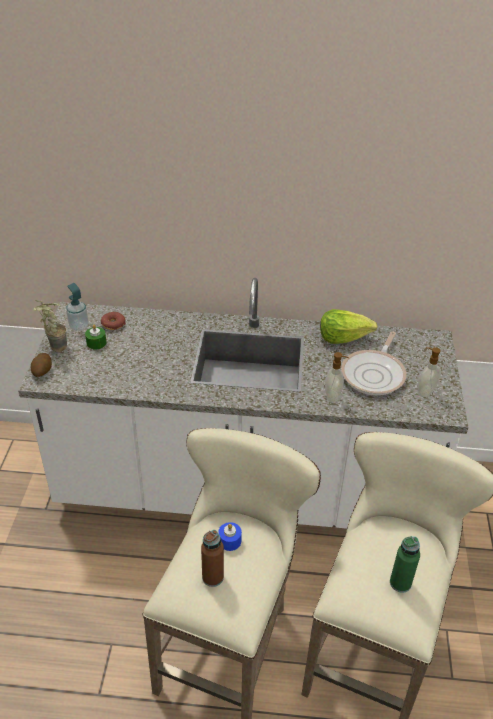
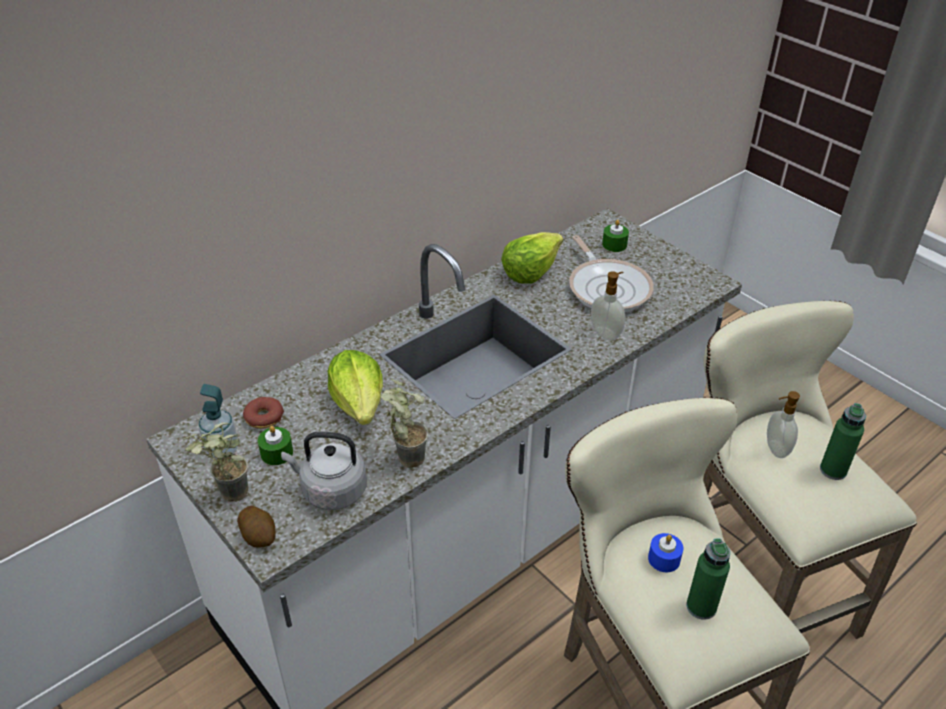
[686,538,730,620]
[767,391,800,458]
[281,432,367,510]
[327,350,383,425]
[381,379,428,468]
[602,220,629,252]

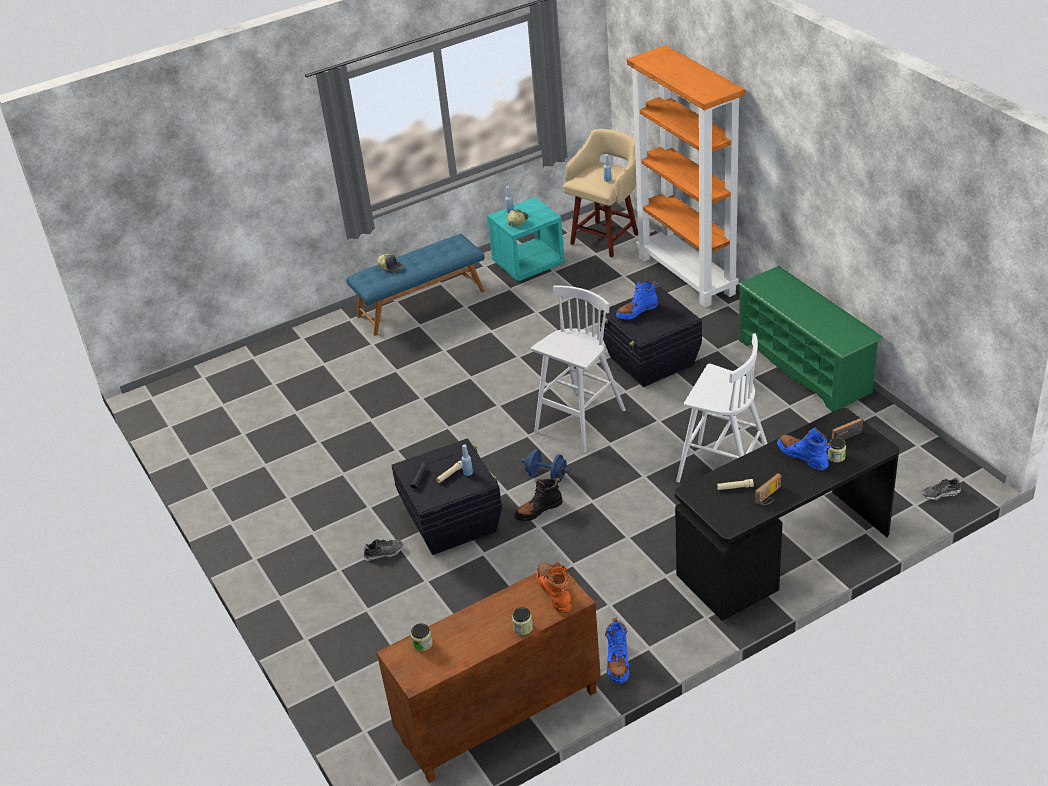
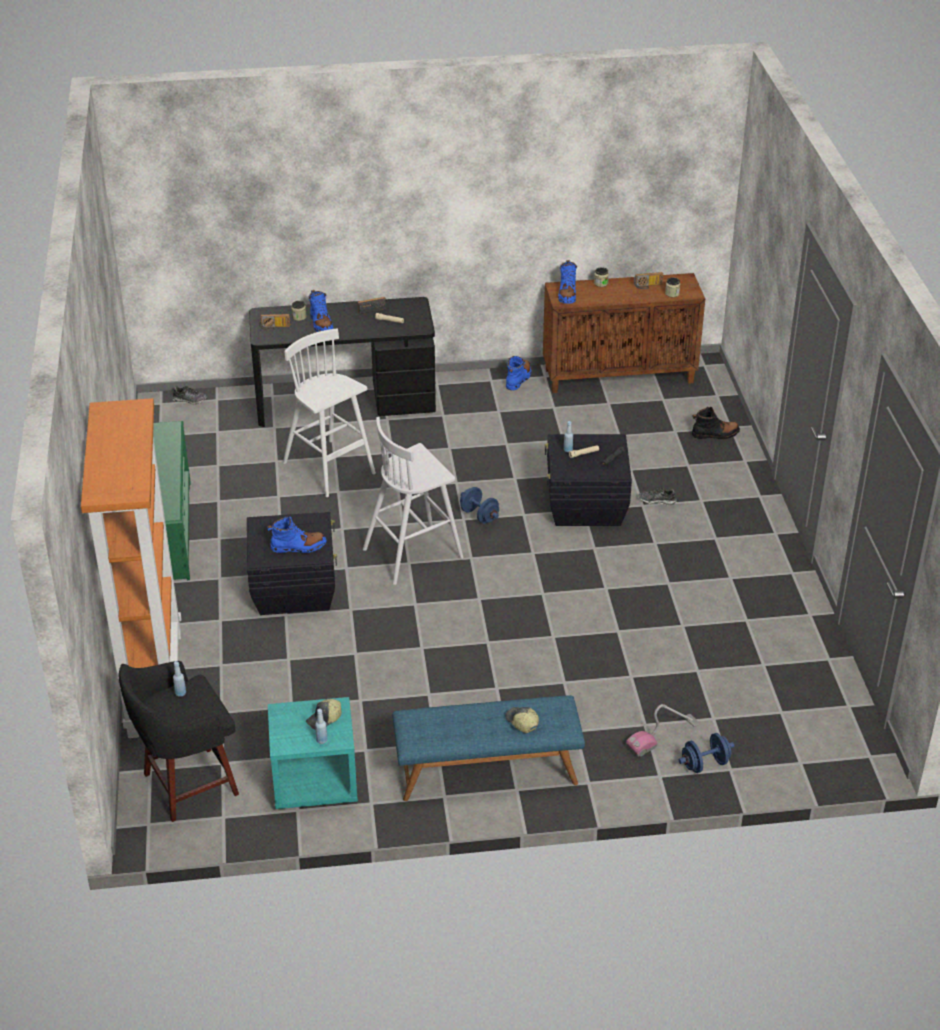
[692,406,740,439]
[558,260,577,304]
[119,661,239,822]
[626,704,700,756]
[634,272,663,289]
[679,733,734,773]

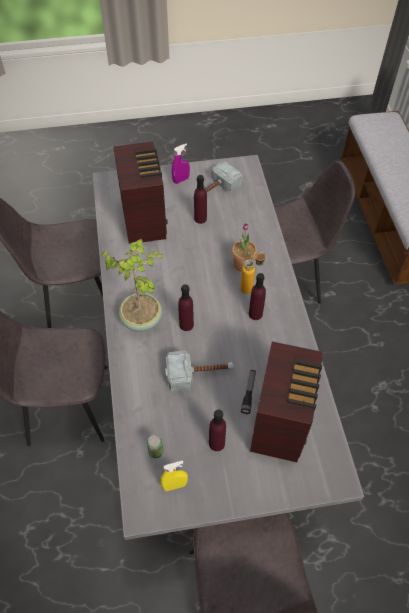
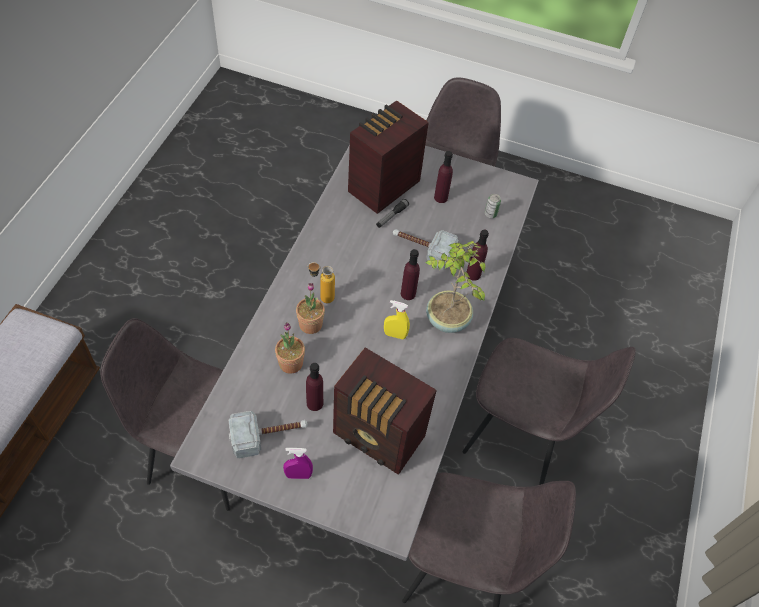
[333,347,437,475]
[384,300,410,339]
[467,230,489,281]
[275,322,305,374]

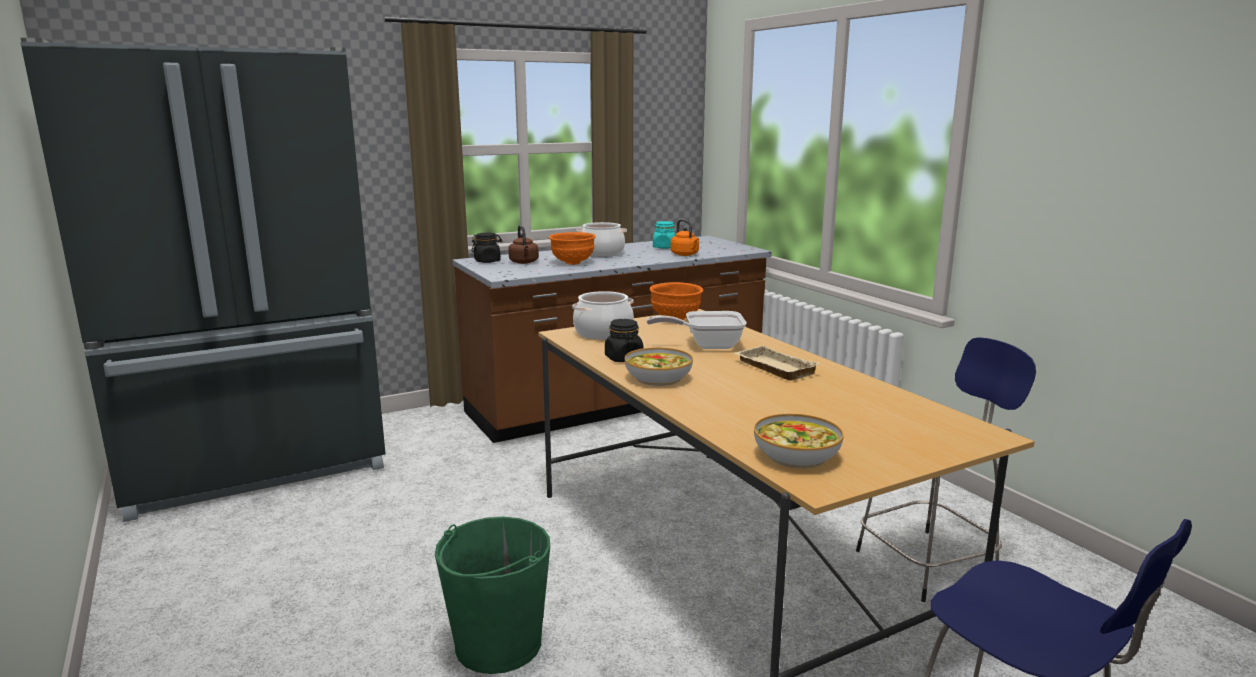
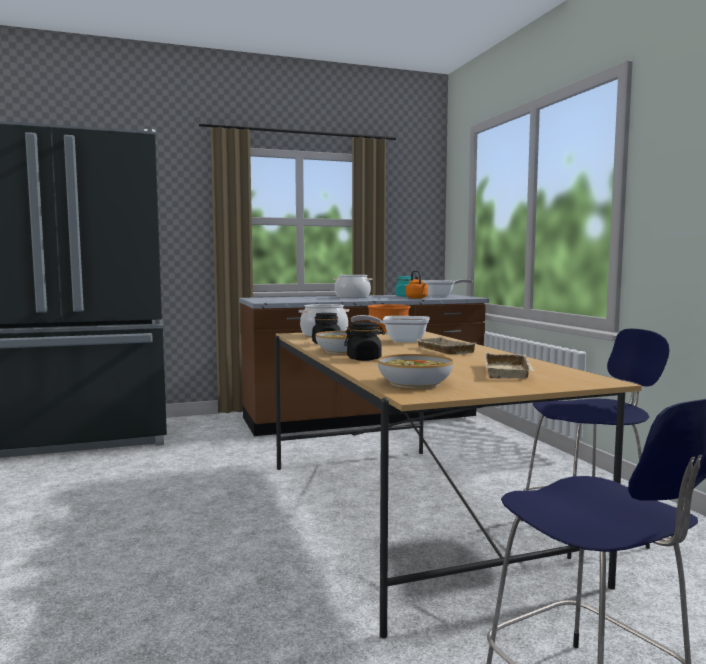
[435,517,550,674] (first image)
[344,322,385,361]
[508,225,539,264] (first image)
[549,232,596,265] (first image)
[421,279,473,297]
[484,352,535,379]

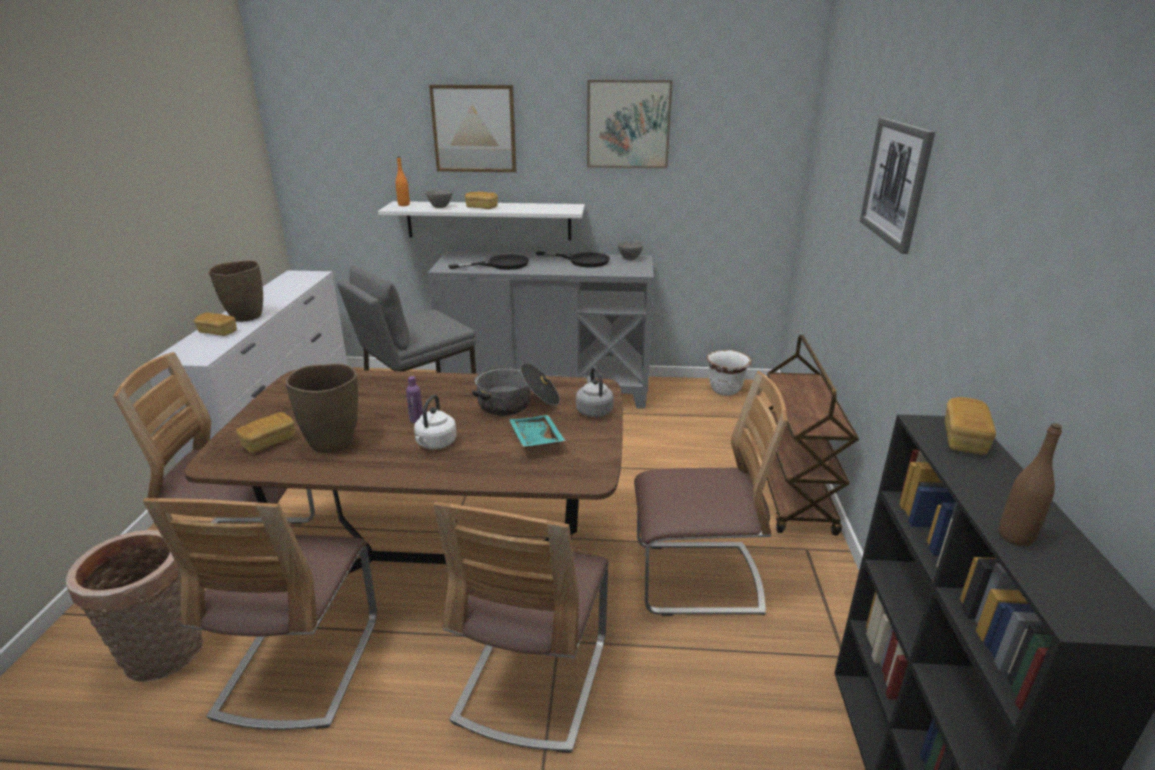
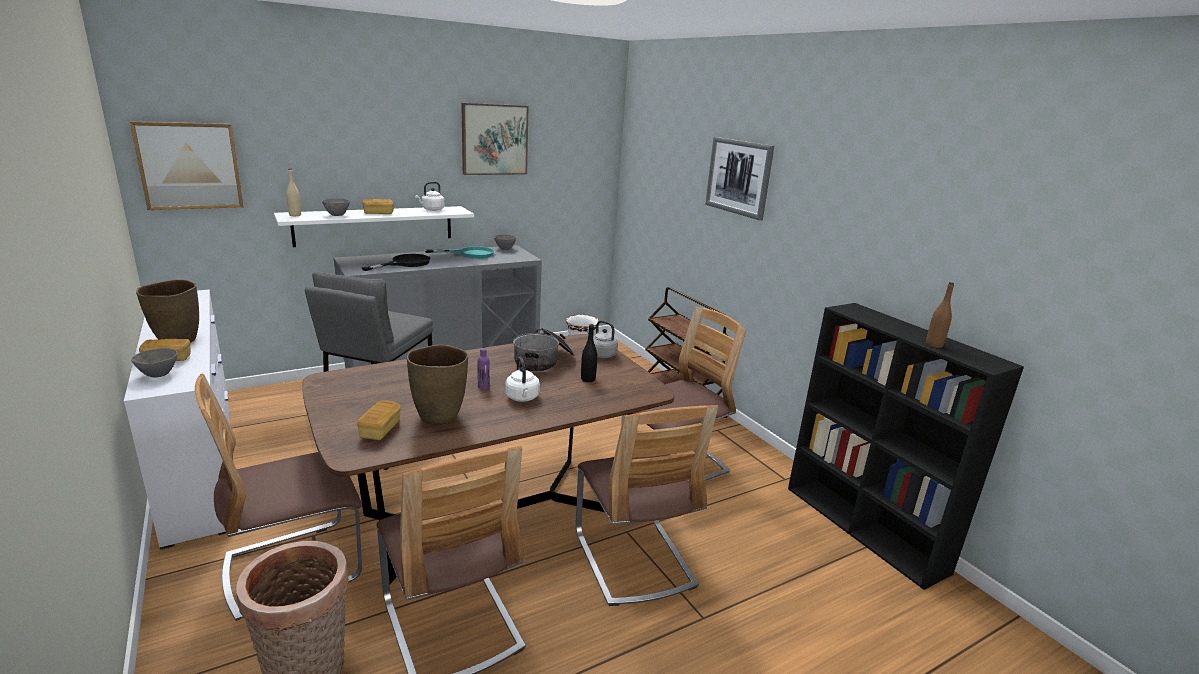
[286,169,301,216]
[130,121,244,210]
[581,324,597,382]
[425,246,495,258]
[945,397,996,455] (first image)
[131,348,178,378]
[415,182,445,211]

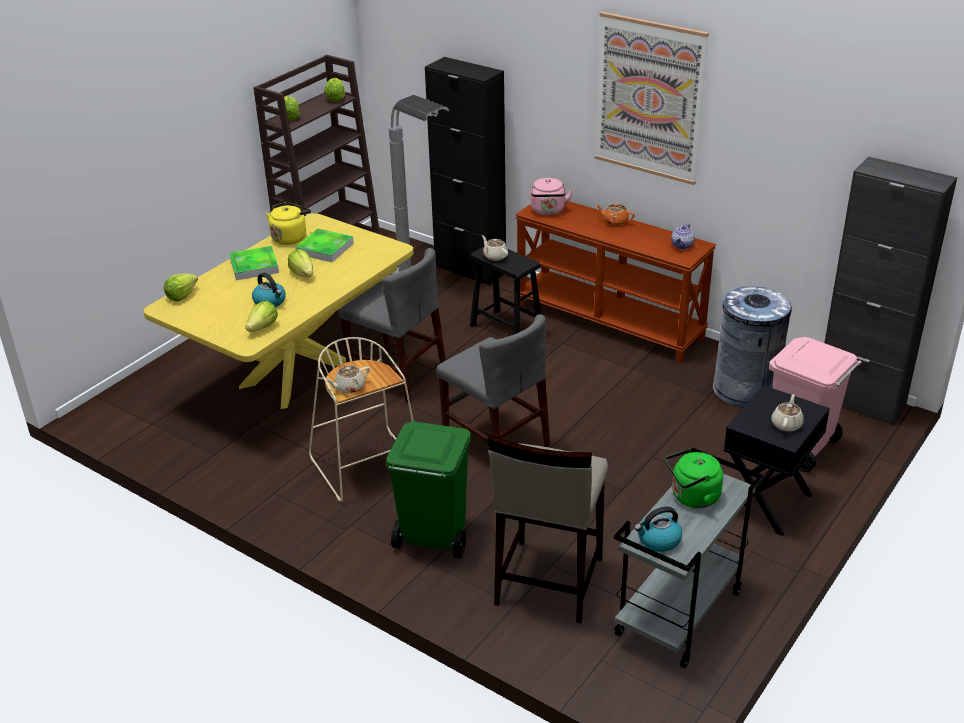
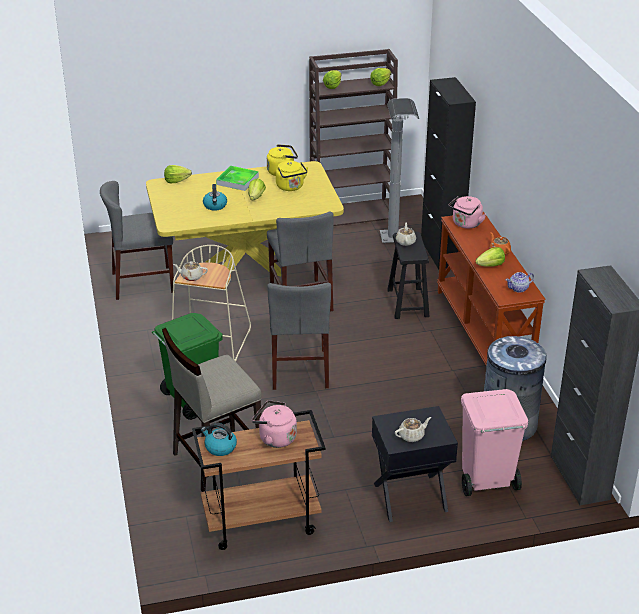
[476,247,505,267]
[276,161,308,191]
[595,12,709,185] (first image)
[192,410,326,550]
[252,400,297,448]
[100,181,174,300]

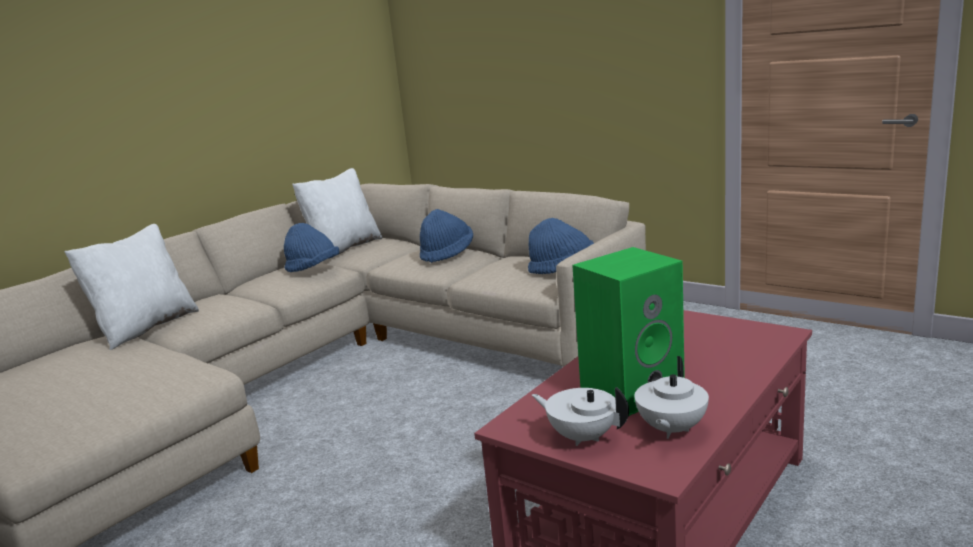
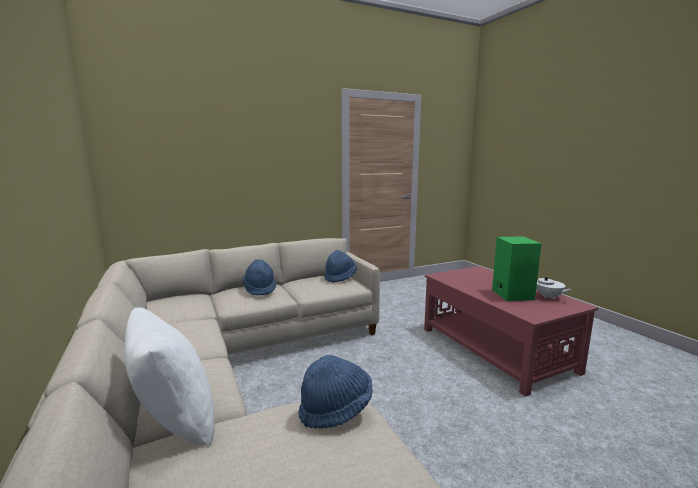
[298,355,372,429]
[292,168,382,254] (first image)
[532,387,629,446] (first image)

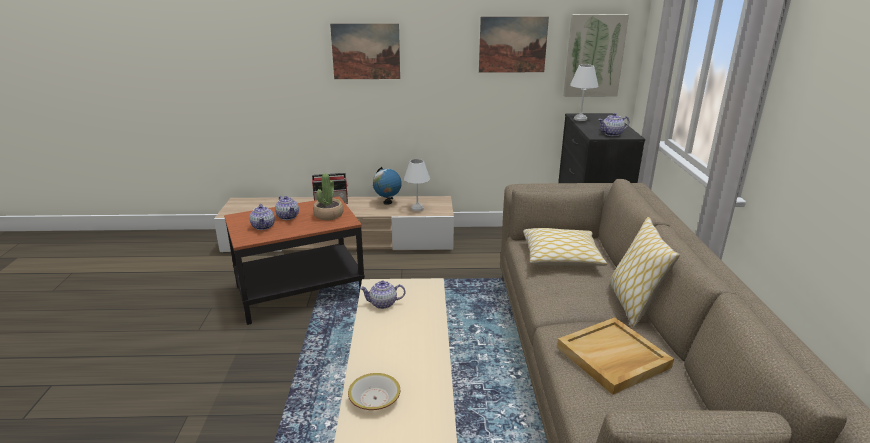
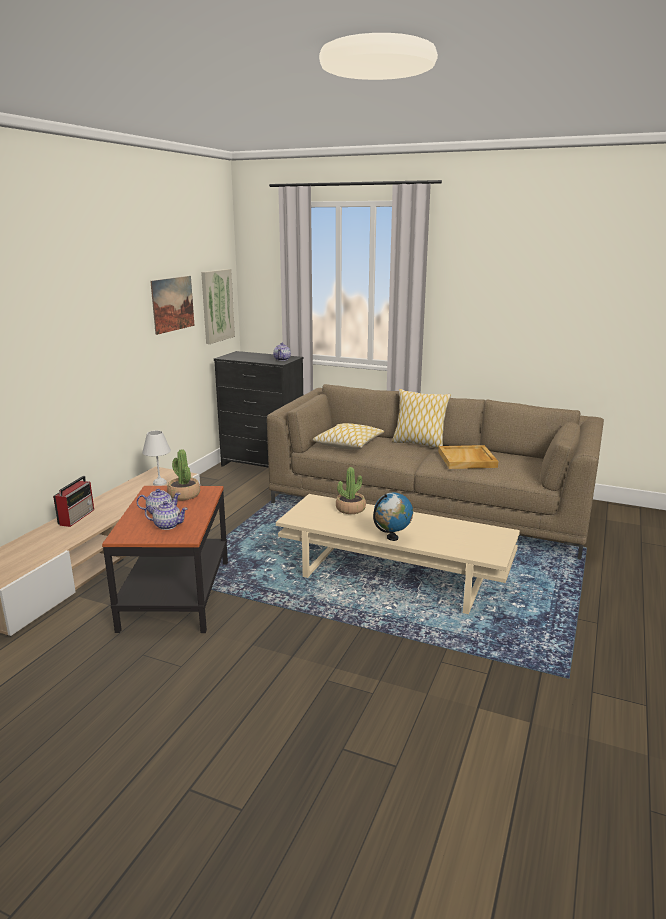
[330,23,400,79] (first image)
[348,373,400,410] (first image)
[360,281,405,309] (first image)
[373,493,413,541]
[570,64,598,121] (first image)
[336,467,366,514]

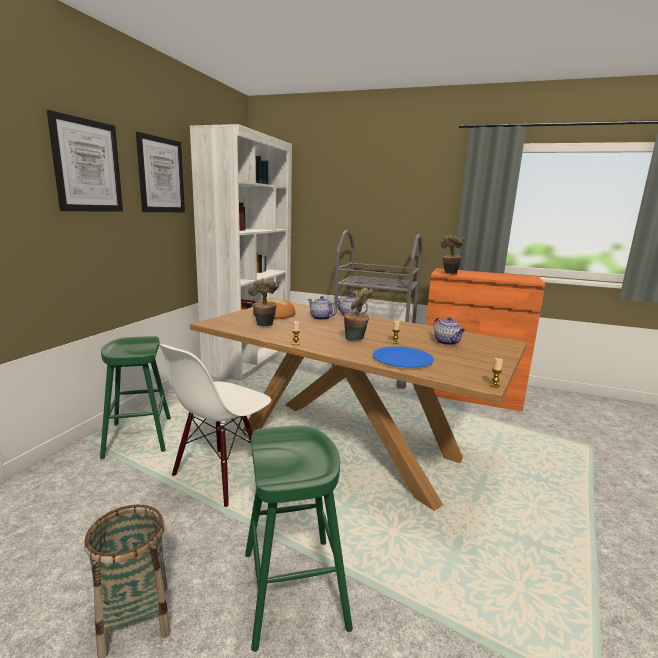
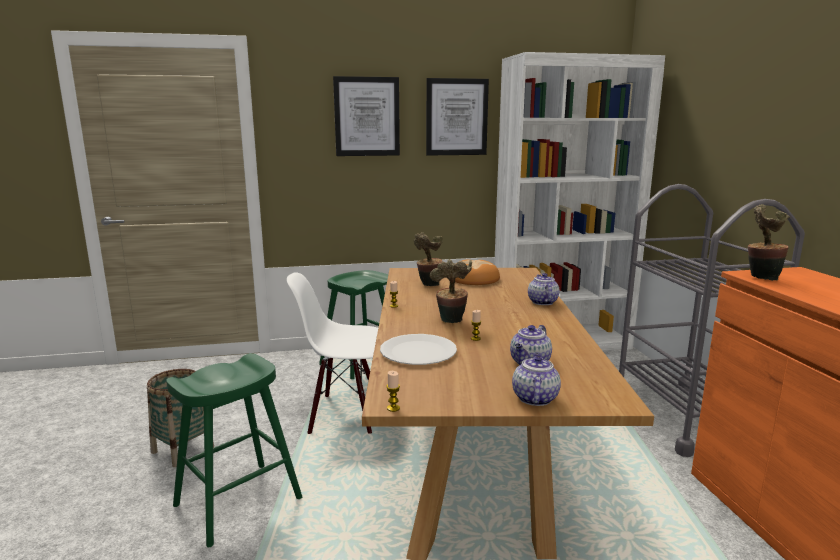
[512,353,561,406]
[380,334,457,365]

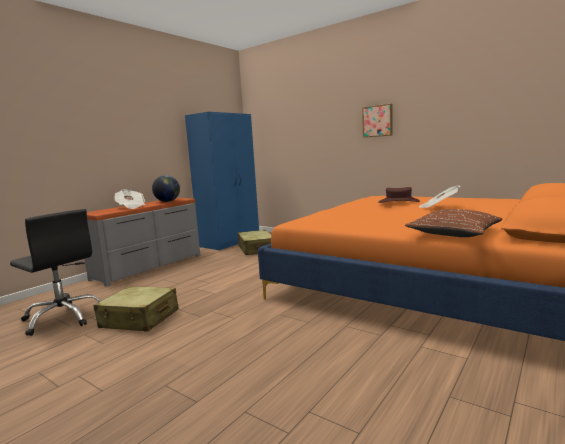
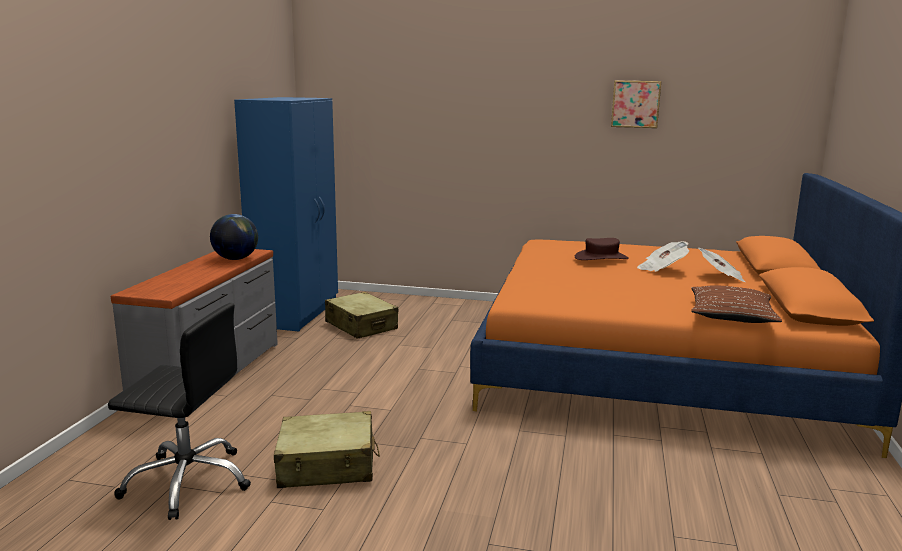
[698,248,745,282]
[611,80,661,128]

